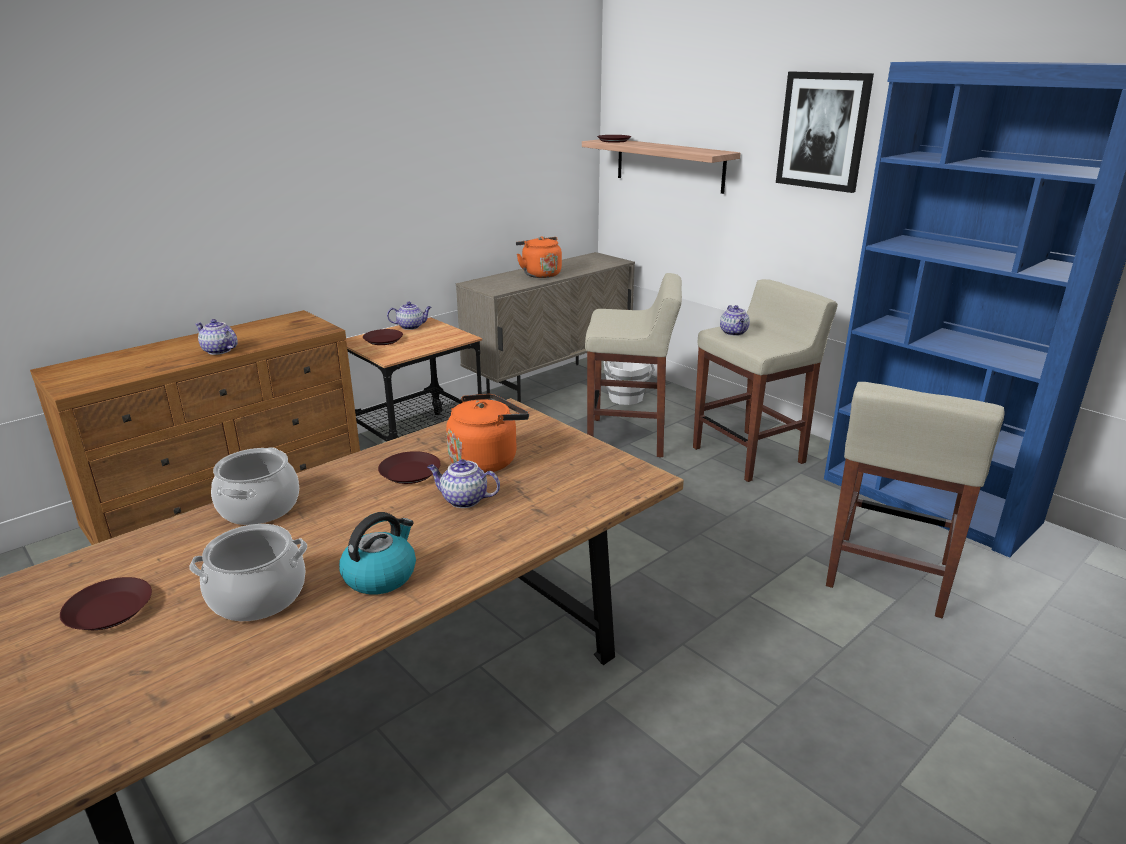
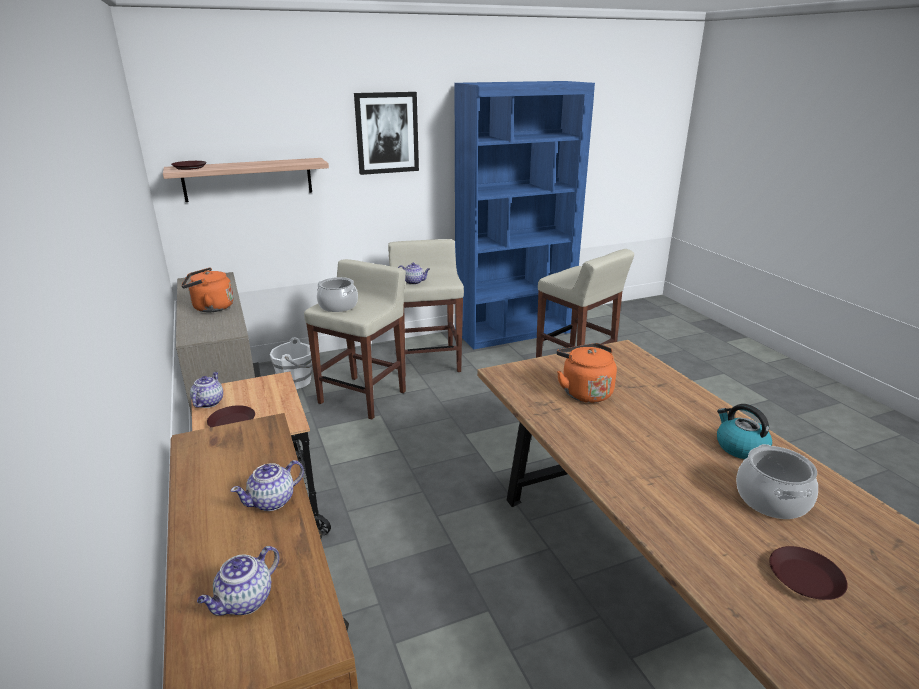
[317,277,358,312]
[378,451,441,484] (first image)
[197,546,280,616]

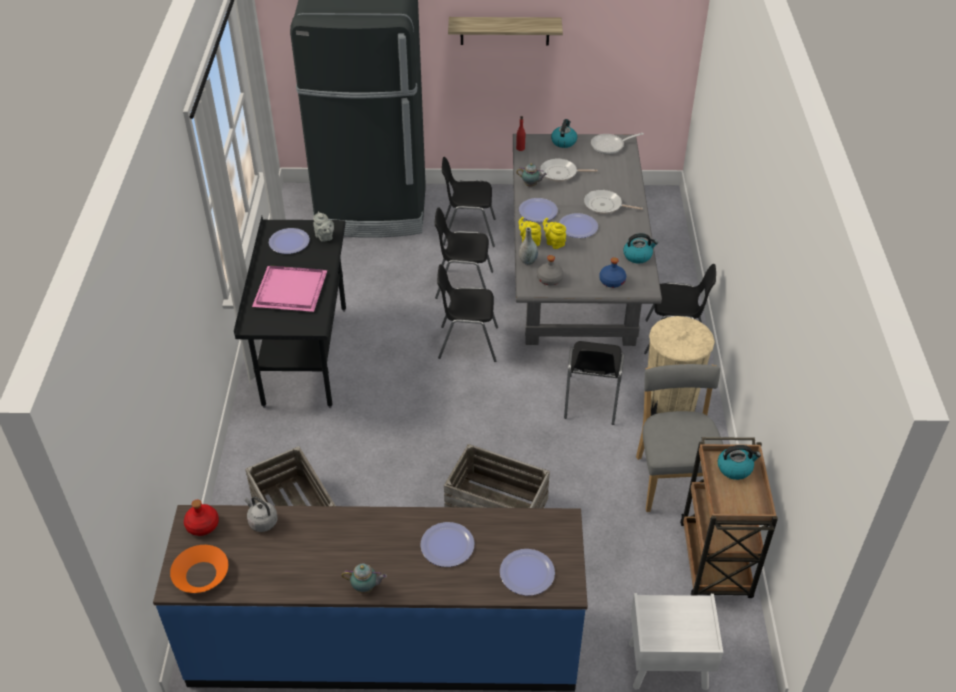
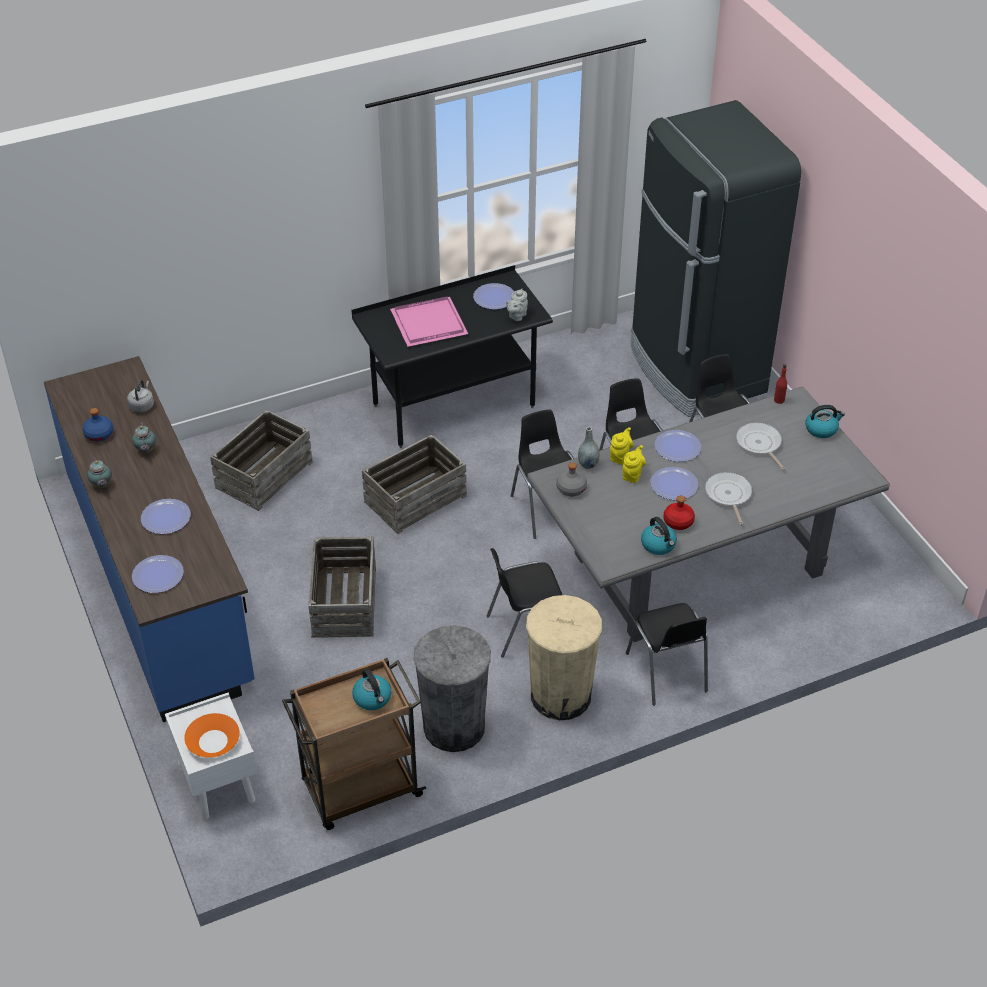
[184,713,240,758]
[663,496,695,530]
[448,17,563,46] (first image)
[132,422,156,453]
[591,133,644,154] (first image)
[83,408,114,442]
[414,625,491,752]
[362,434,467,534]

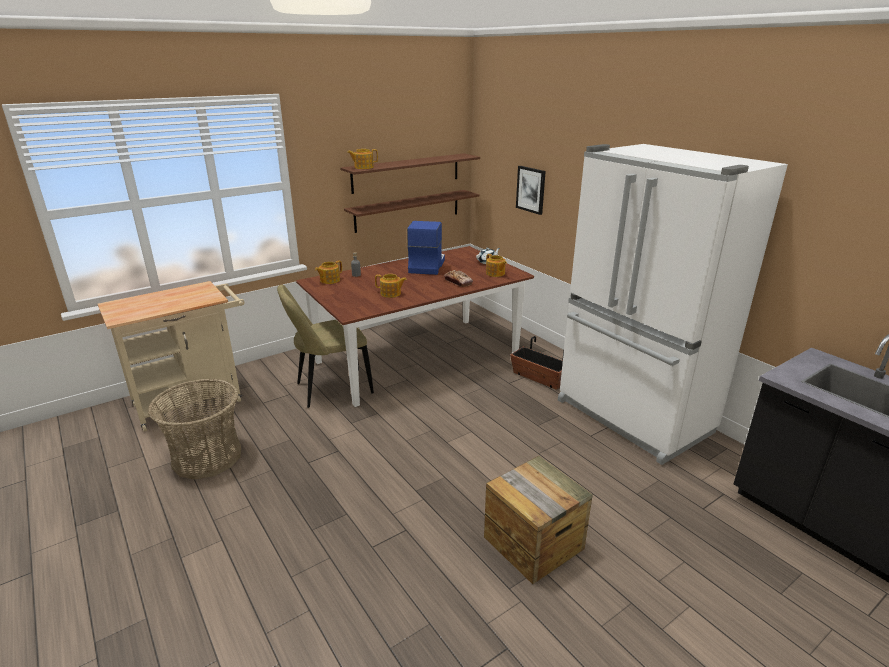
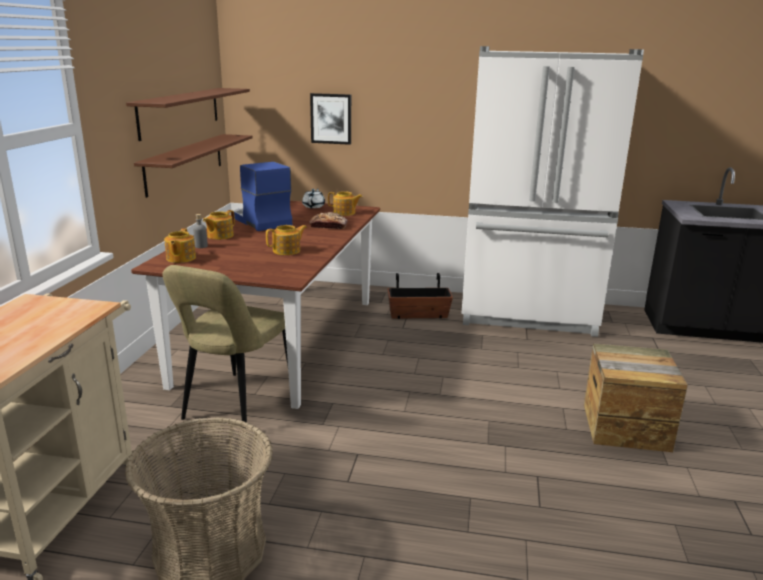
[203,210,235,240]

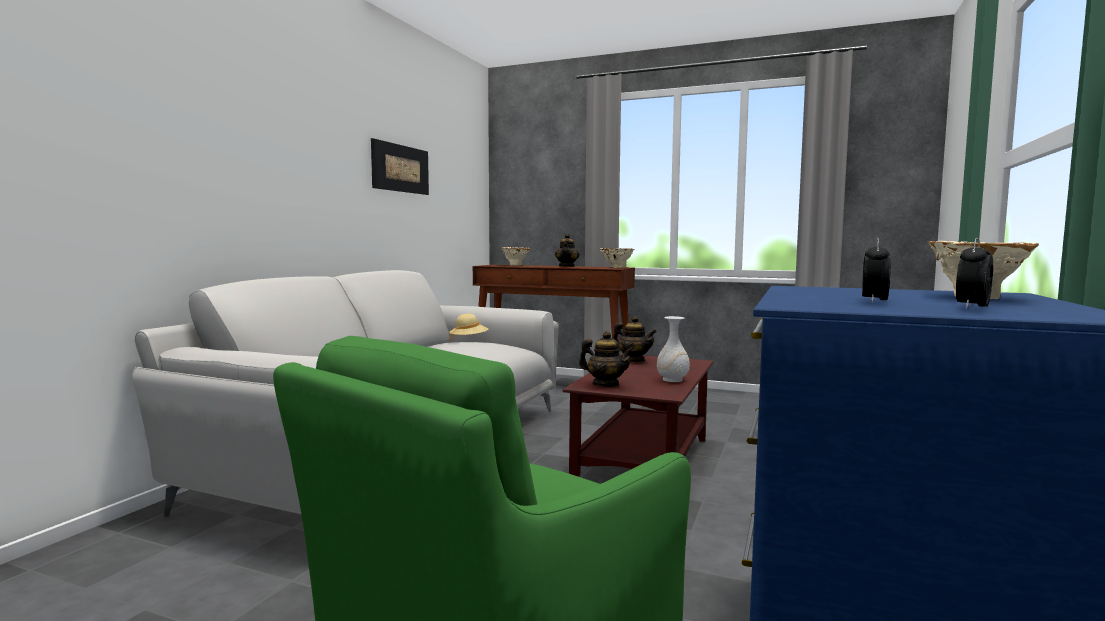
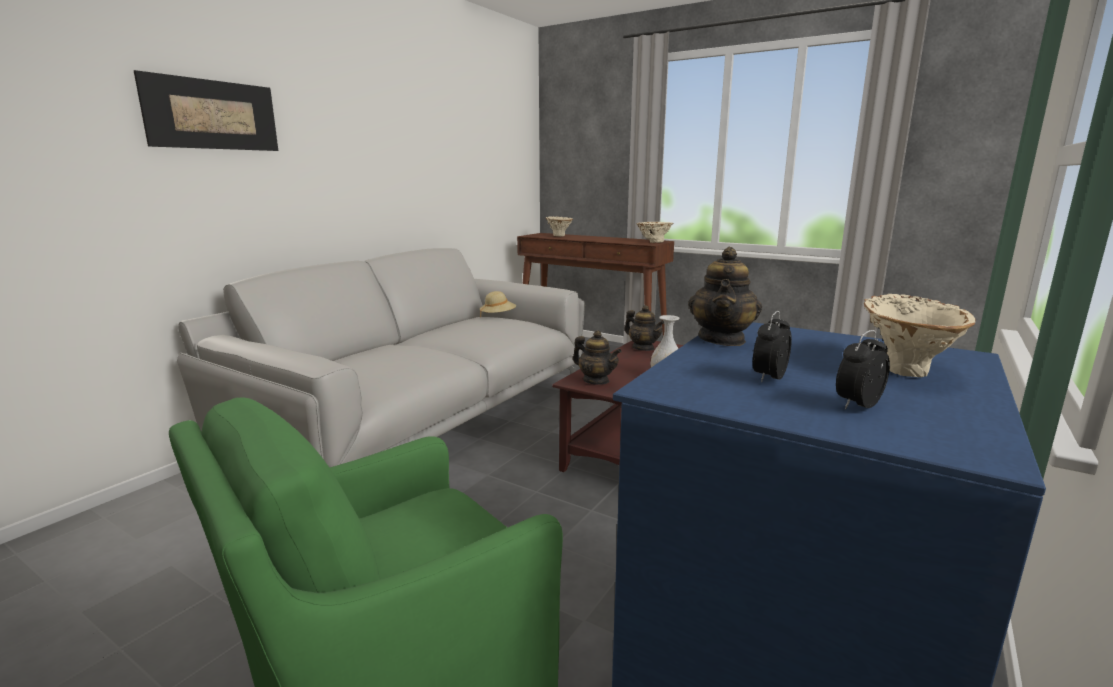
[134,70,278,151]
[688,247,762,346]

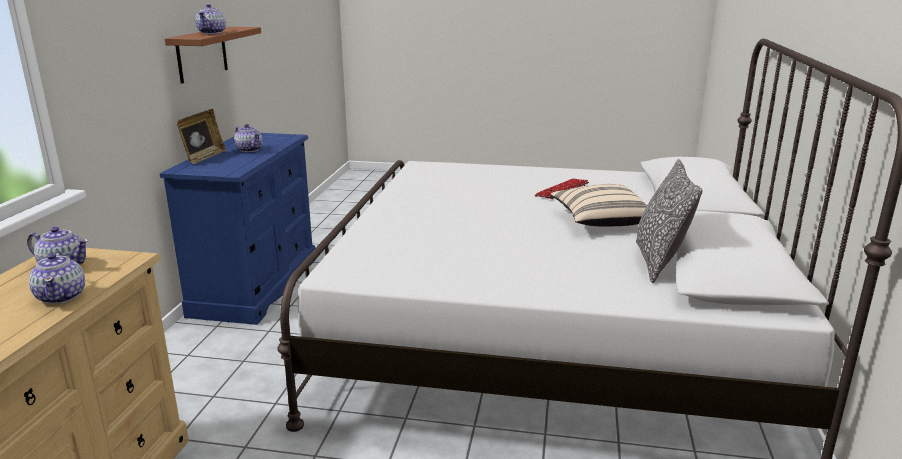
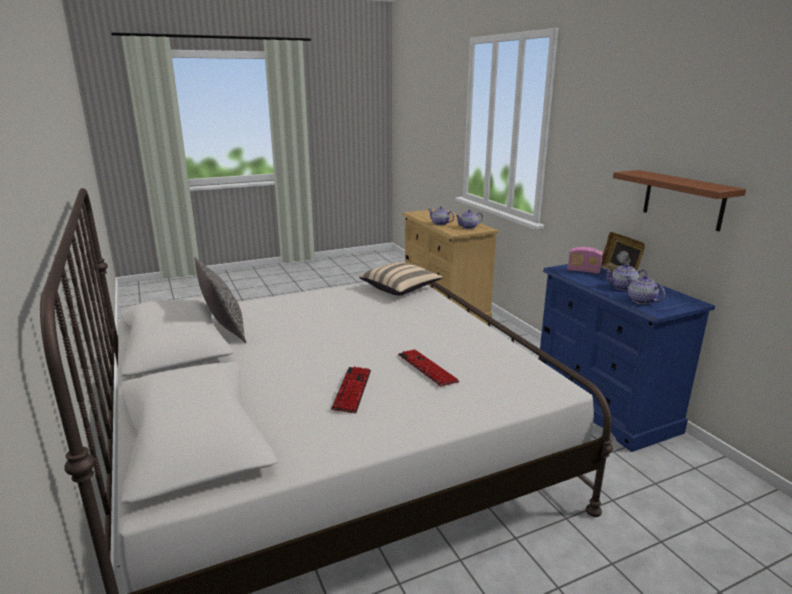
[625,275,665,304]
[359,262,443,295]
[398,349,459,386]
[568,247,603,274]

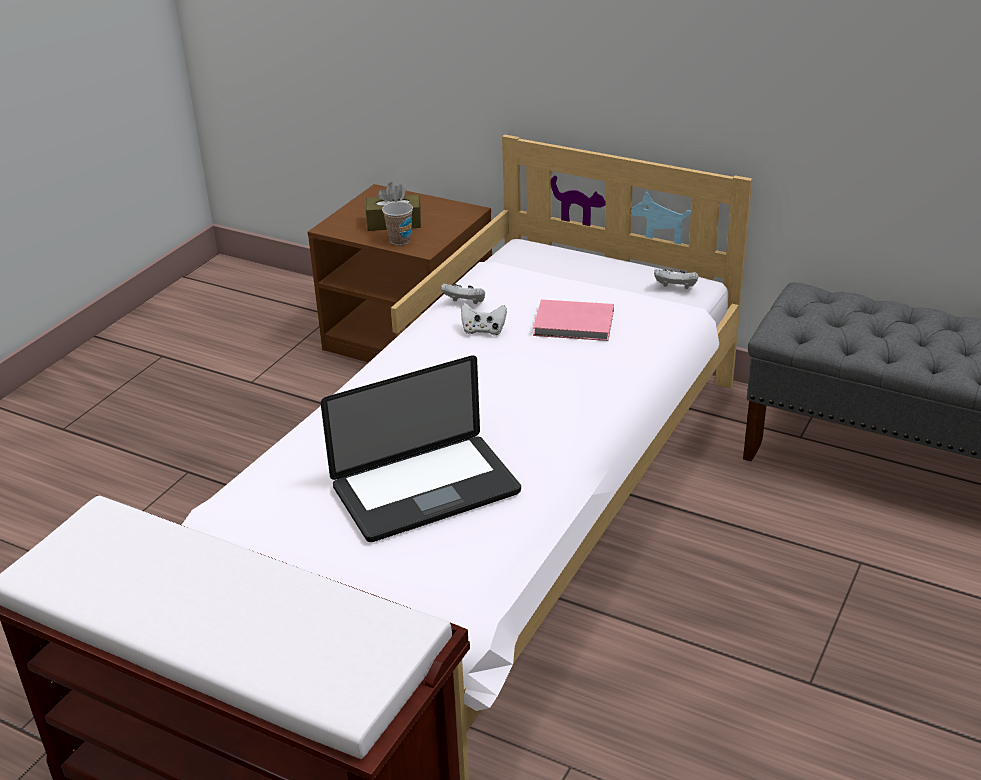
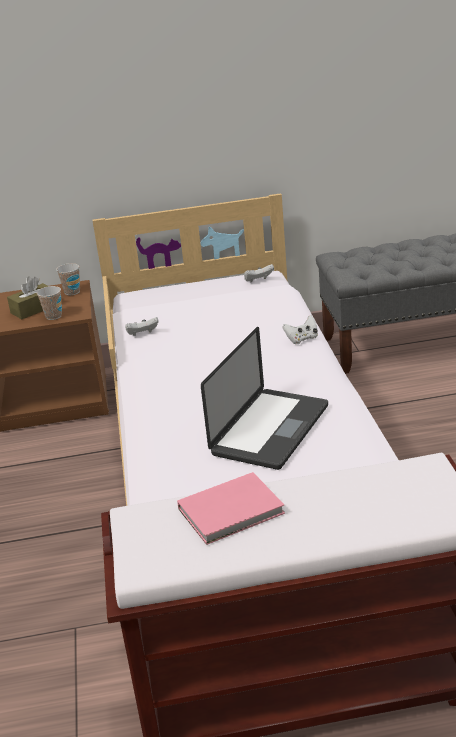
[282,315,318,344]
[177,472,285,545]
[56,263,80,295]

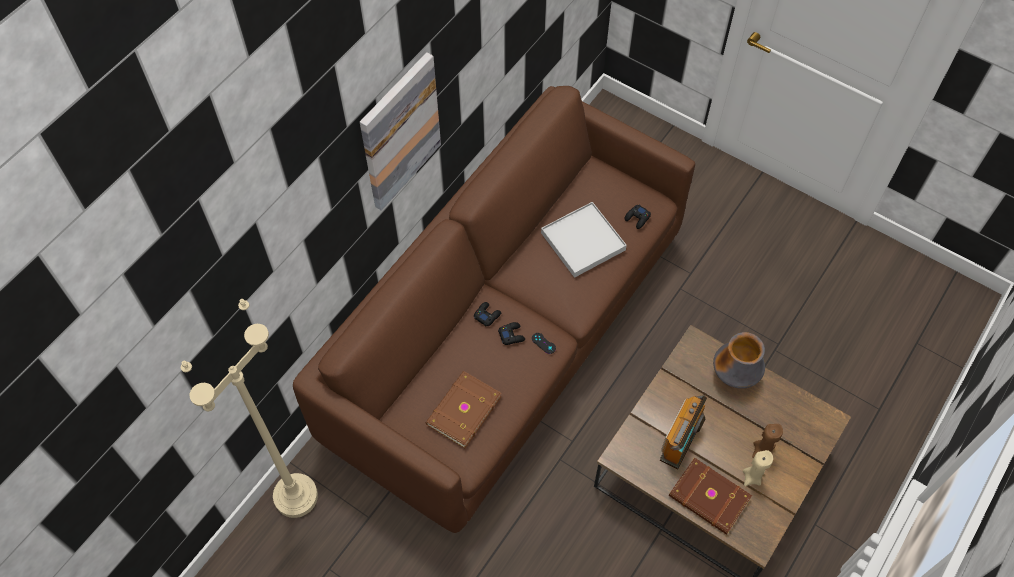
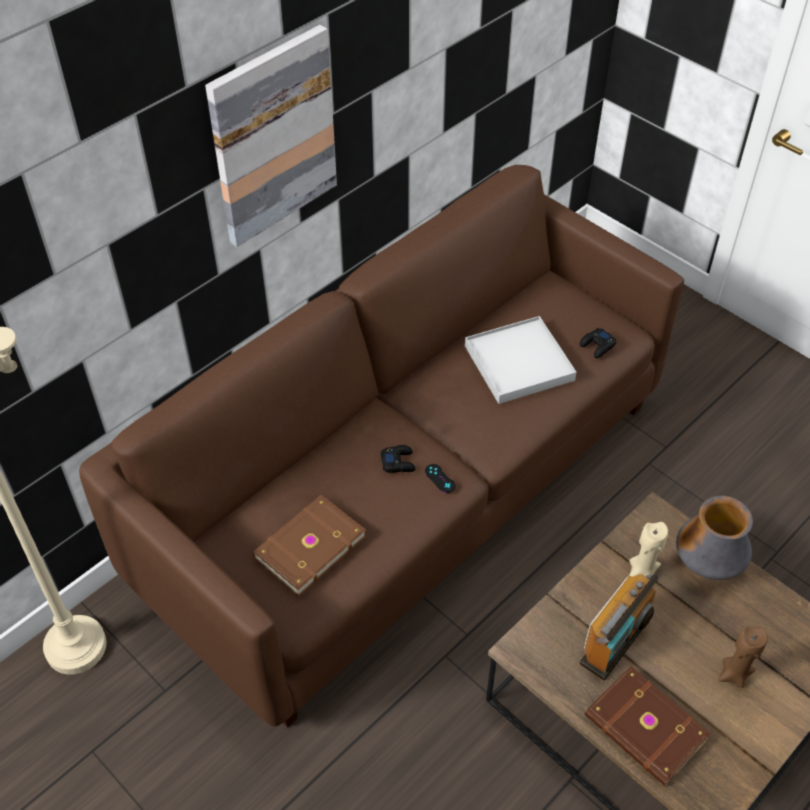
[474,302,501,326] (first image)
[629,522,668,577]

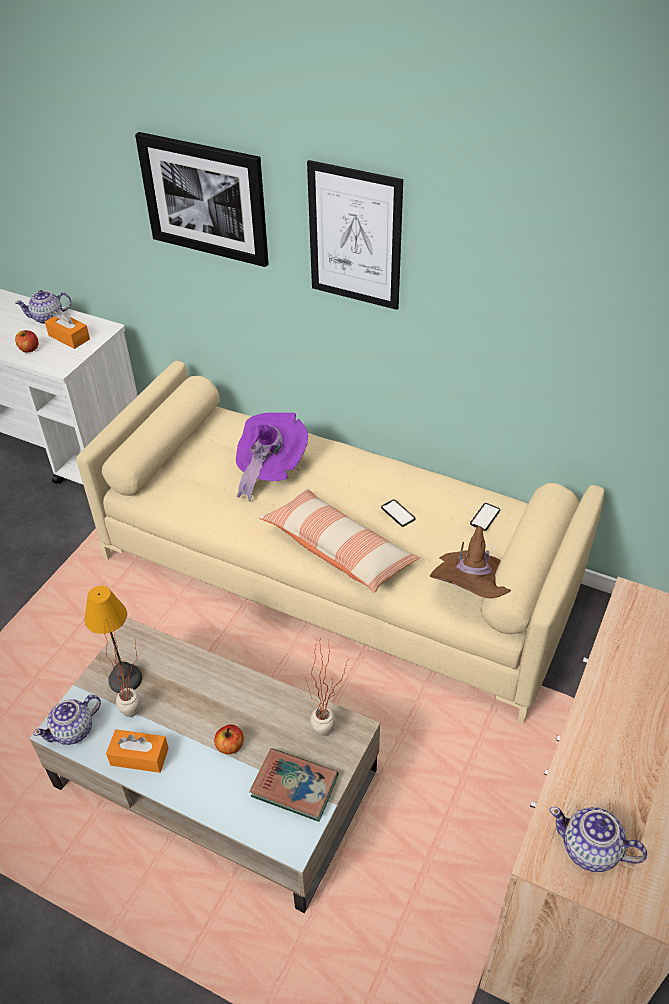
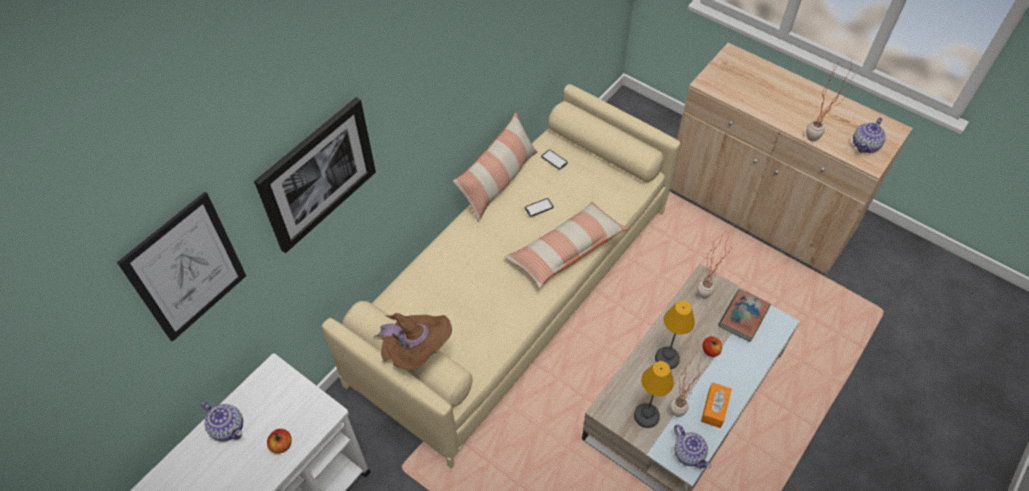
[201,402,243,442]
[45,309,90,349] (first image)
[236,413,308,501] (first image)
[117,192,246,342]
[374,313,452,371]
[453,112,537,222]
[655,300,695,369]
[806,59,856,142]

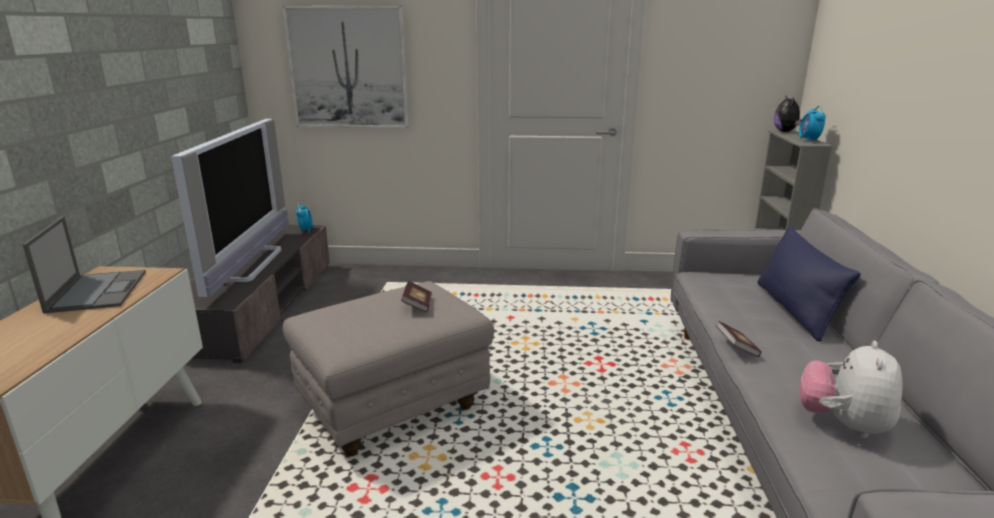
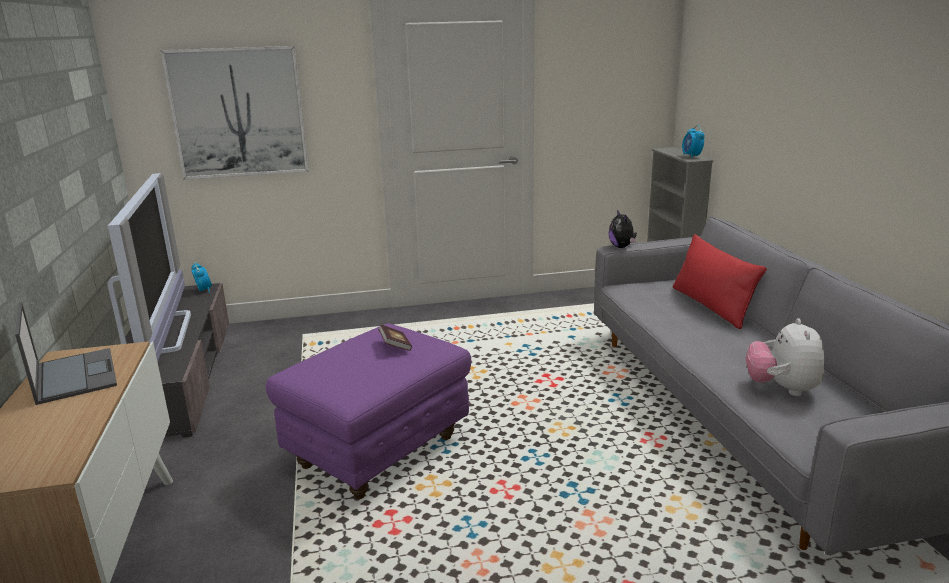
[266,323,471,499]
[716,321,761,357] (first image)
[673,234,767,329]
[608,210,637,248]

